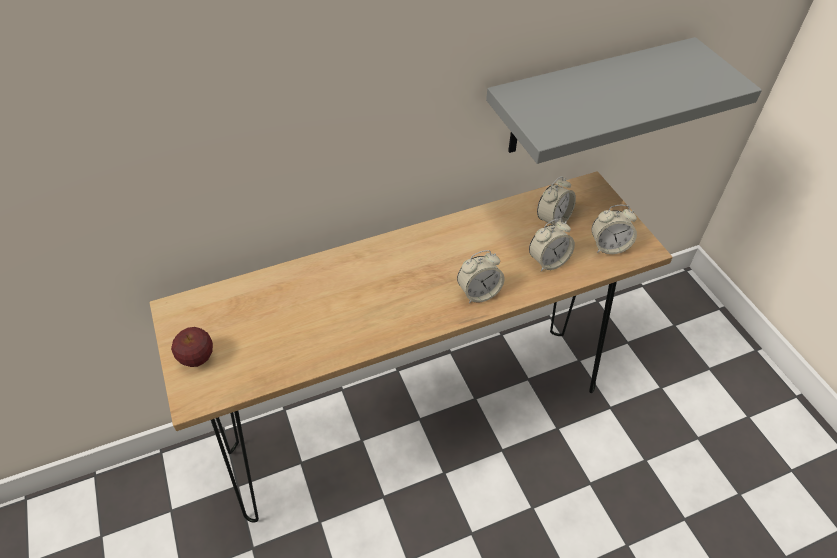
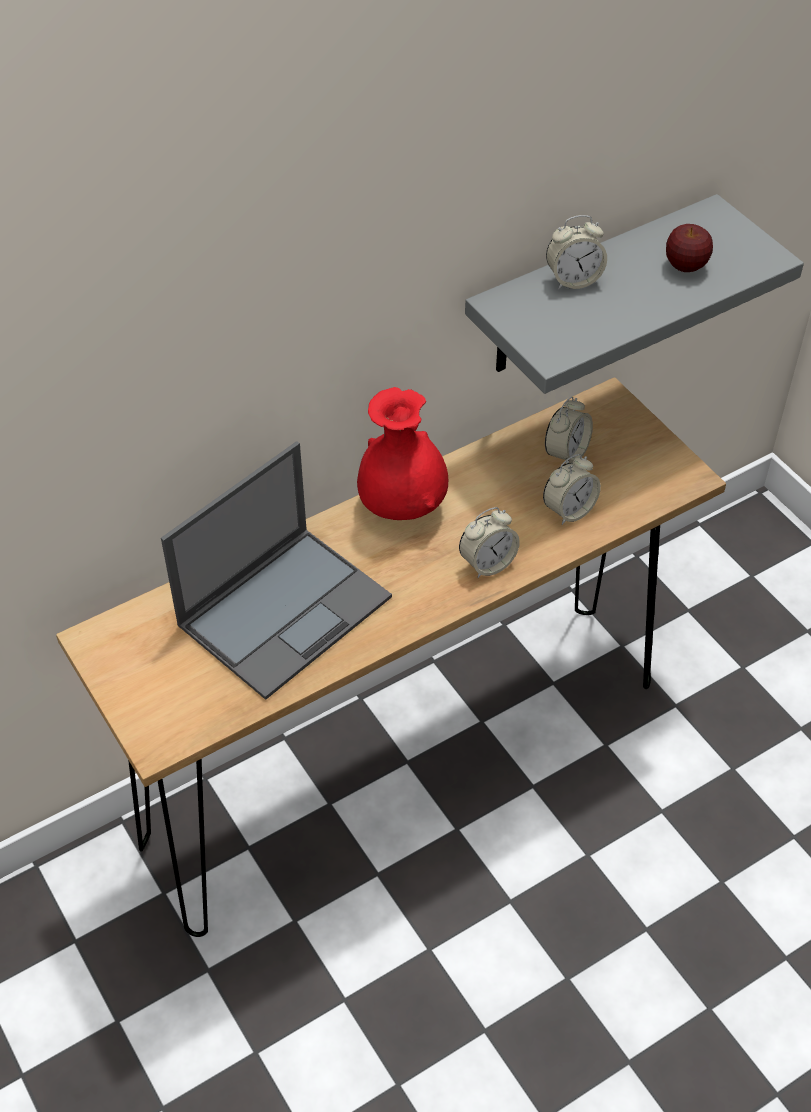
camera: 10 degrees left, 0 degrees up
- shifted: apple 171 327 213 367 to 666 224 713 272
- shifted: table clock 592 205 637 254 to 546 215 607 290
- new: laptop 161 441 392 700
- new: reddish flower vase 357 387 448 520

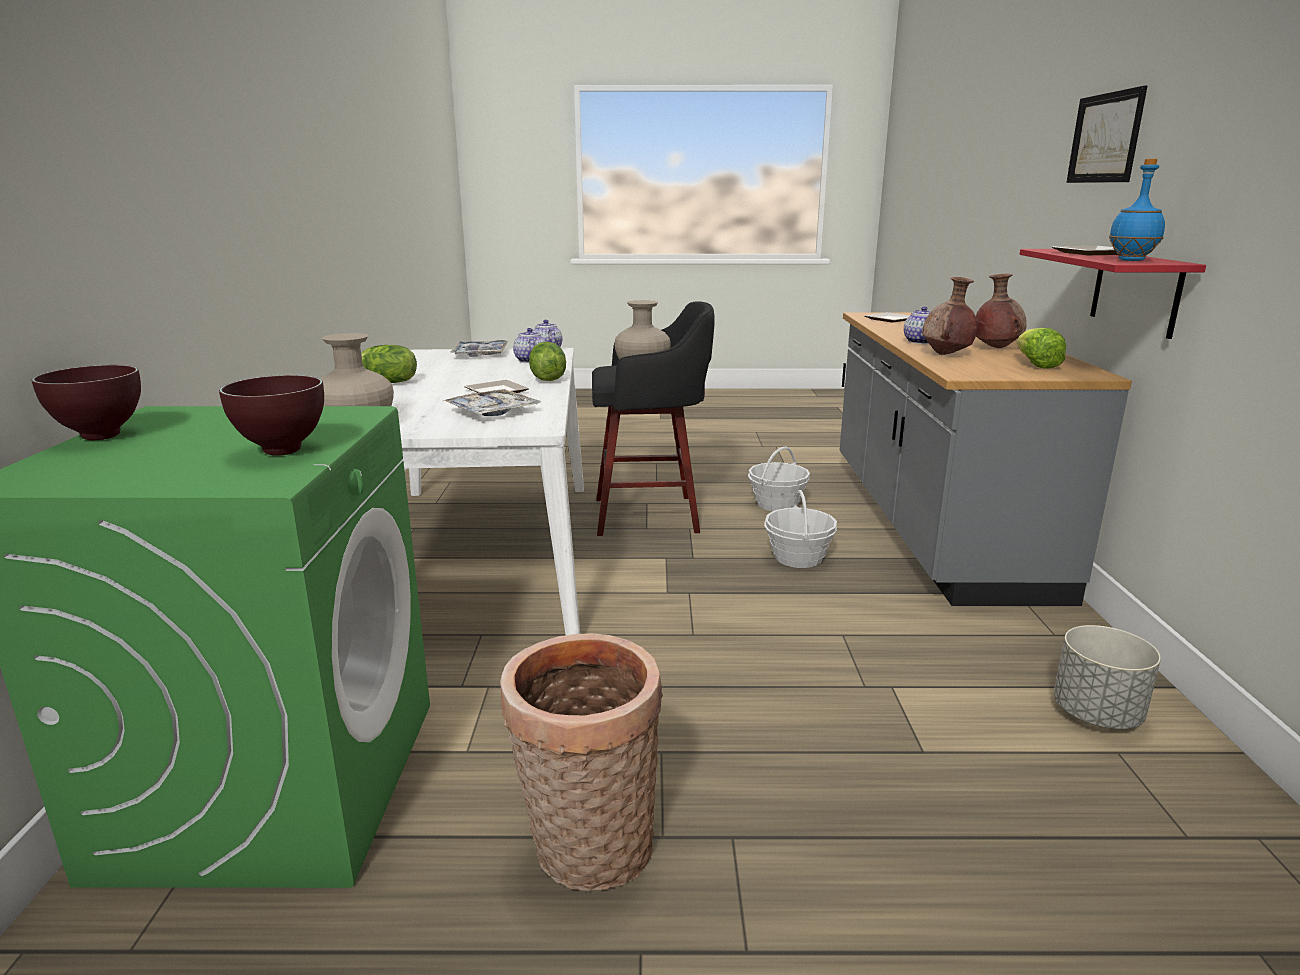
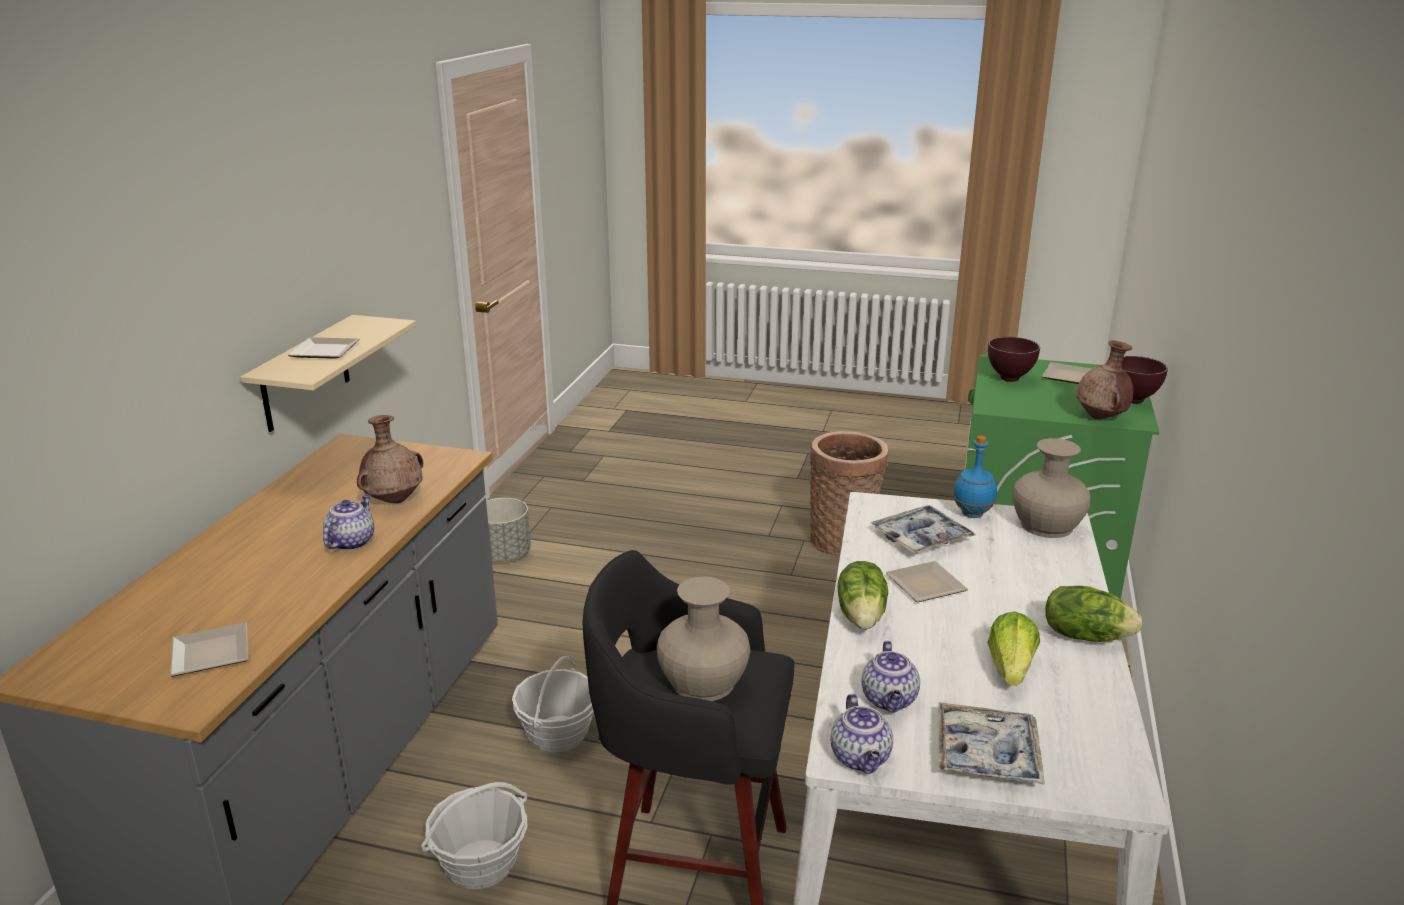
camera: 165 degrees left, 5 degrees up
- shifted: brownish flower vase 975 274 1027 348 to 1076 340 1133 419
- shifted: lettuce head 1017 328 1066 369 to 987 611 1040 686
- repainted: reddish bracket shelf 1020 249 1206 339 to sand-coloured bracket shelf 240 315 416 432
- gone: wall picture 1066 85 1148 183
- shifted: blue beverage bottle 1109 159 1165 261 to 953 435 997 518
- new: plate 1042 362 1092 384

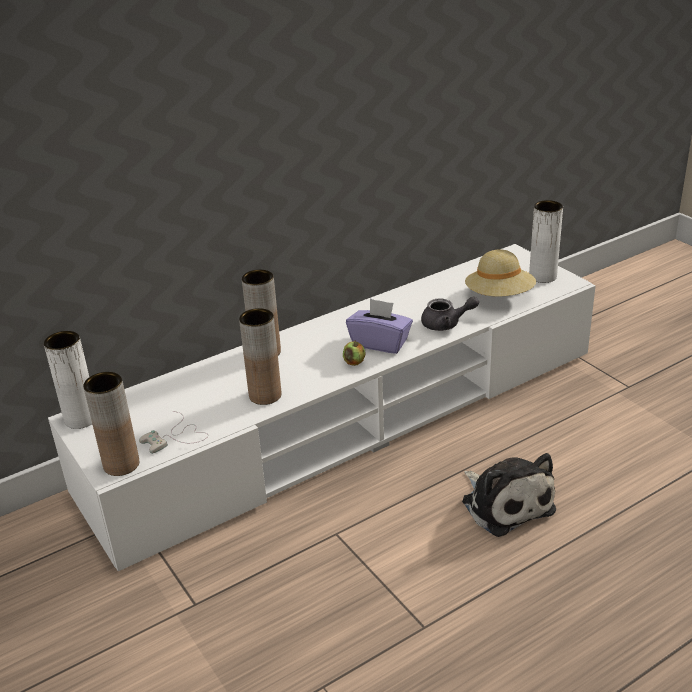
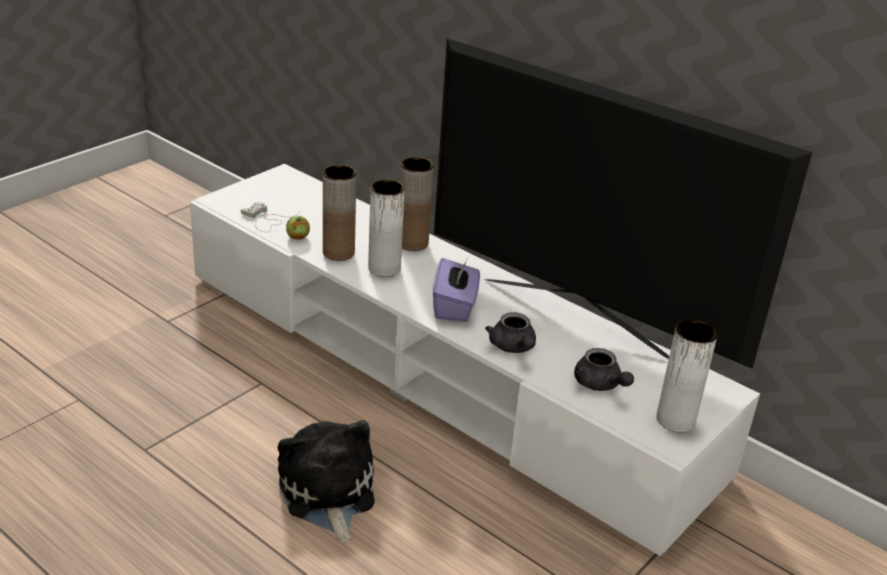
camera: 70 degrees right, 0 degrees up
- shifted: white-coloured flower vase 44 331 92 429 to 368 180 405 277
- gone: brownish flower vase 83 372 139 476
- shifted: apple 343 340 366 366 to 286 216 310 240
- rotated: cuddly toy 462 453 556 537 = 278 420 375 543 120 degrees clockwise
- swapped: sand-coloured clothing hat 465 249 536 297 to greyish pot for tea 574 348 634 391
- new: television 434 38 812 369

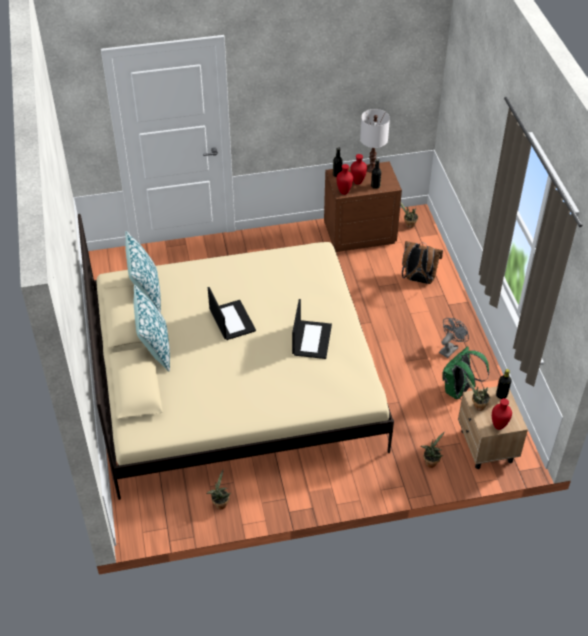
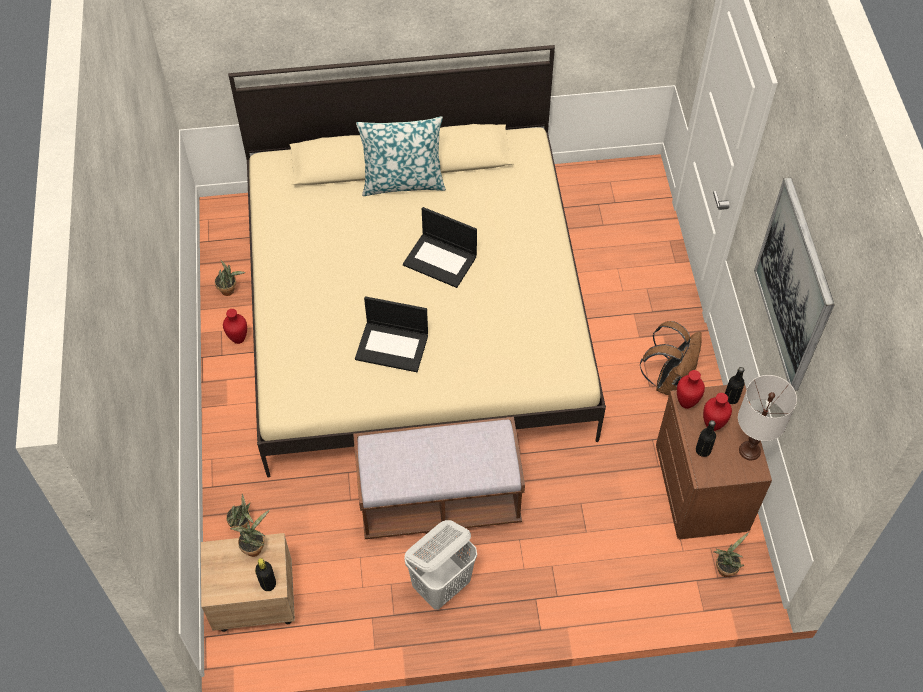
camera: 95 degrees right, 10 degrees up
- gone: cushion 125 231 161 313
- rotated: laptop 208 287 256 340 = 403 207 477 288 45 degrees clockwise
- shifted: brownish rucksack 402 241 443 284 to 640 321 702 395
- swapped: greyish fan 439 318 469 358 to white-coloured hamper 404 520 477 610
- gone: greenish rucksack 443 346 489 399
- shifted: reddish flower vase 492 398 512 430 to 223 309 247 344
- new: brownish bench 353 417 525 539
- new: wall picture 754 177 835 391

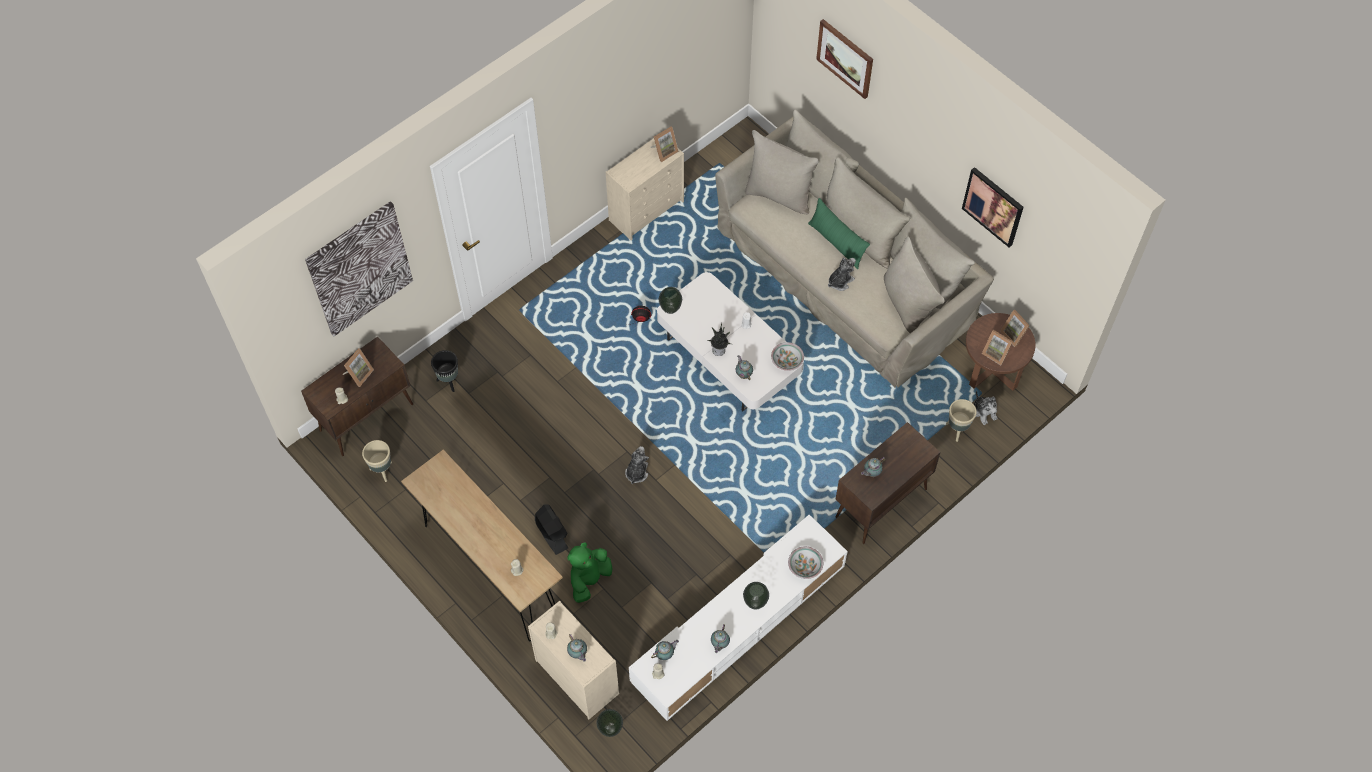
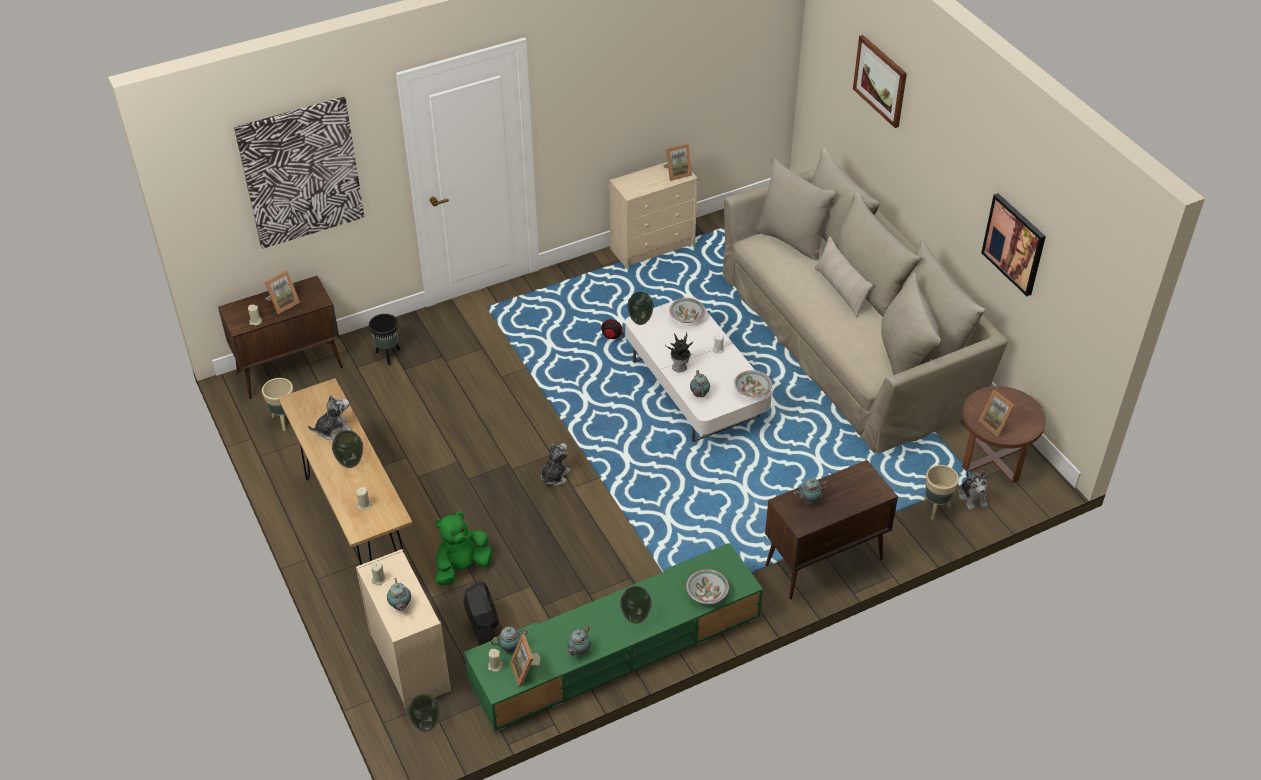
camera: 15 degrees right, 15 degrees down
- shifted: black-coloured fan 535 504 568 555 to 463 581 499 646
- repainted: white-coloured media console 629 515 848 721 to greenish media console 464 543 763 732
- repainted: greenish cushion 808 198 870 269 to sand-coloured cushion 815 236 873 317
- shifted: cuddly toy 828 258 856 291 to 308 394 352 440
- shifted: photo frame 1000 310 1030 347 to 510 634 541 687
- new: flower vase 332 430 363 468
- new: serving bowl 669 298 705 323

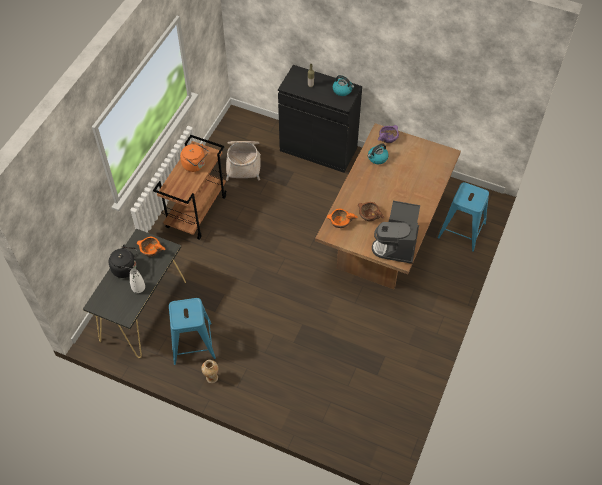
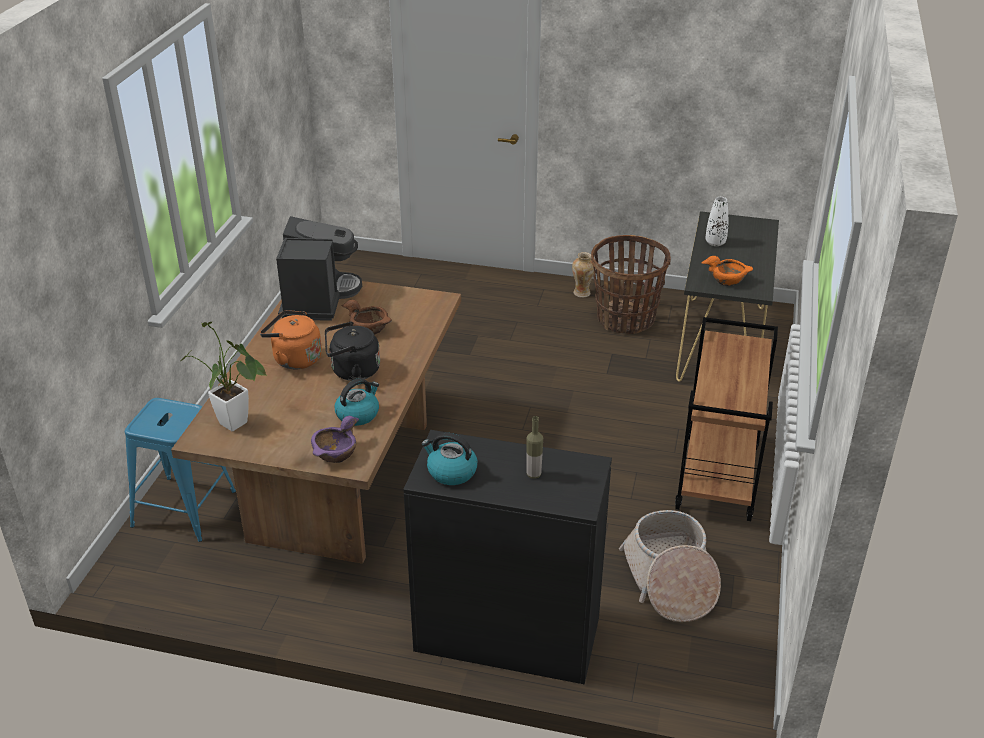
camera: 170 degrees right, 20 degrees down
- shifted: black-coloured water kettle 109 245 137 278 to 325 322 380 381
- swapped: blue sitting stool 169 298 216 365 to basket 591 235 671 334
- shifted: orange-coloured water kettle 180 144 209 172 to 260 310 322 369
- gone: orange-coloured serving bowl 327 209 358 228
- new: potted plant 181 322 267 431

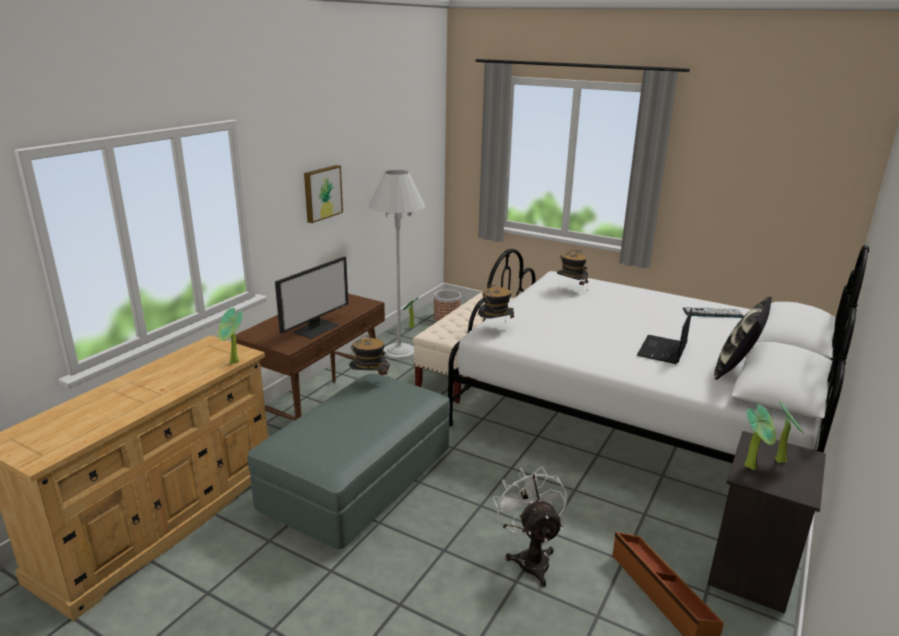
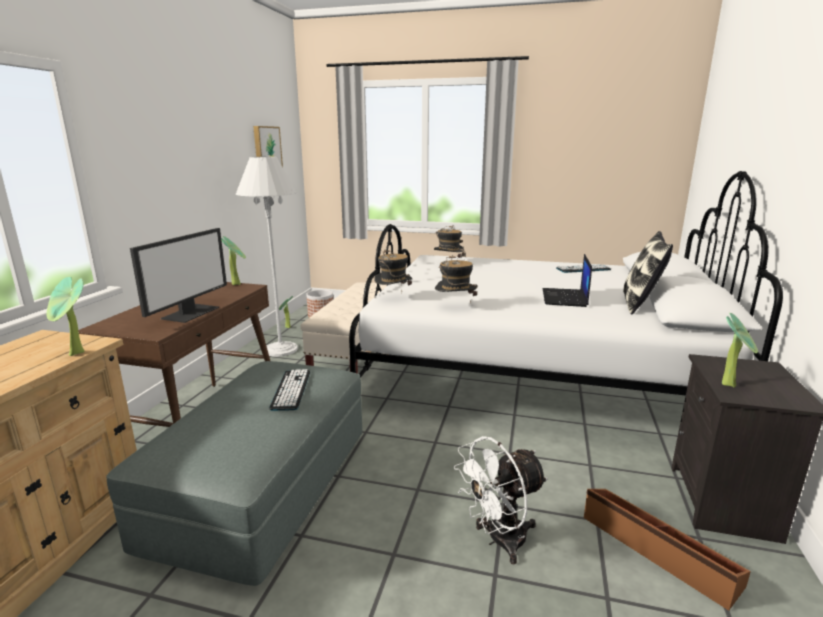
camera: 15 degrees left, 5 degrees down
- shifted: wall picture 304 165 343 223 to 253 126 283 167
- shifted: clothing hat 349 333 390 378 to 435 255 477 303
- rotated: white-coloured fan 493 466 567 587 = 454 436 548 565 90 degrees counterclockwise
- shifted: potted plant 775 401 803 463 to 221 236 246 285
- new: computer keyboard 269 369 310 411

